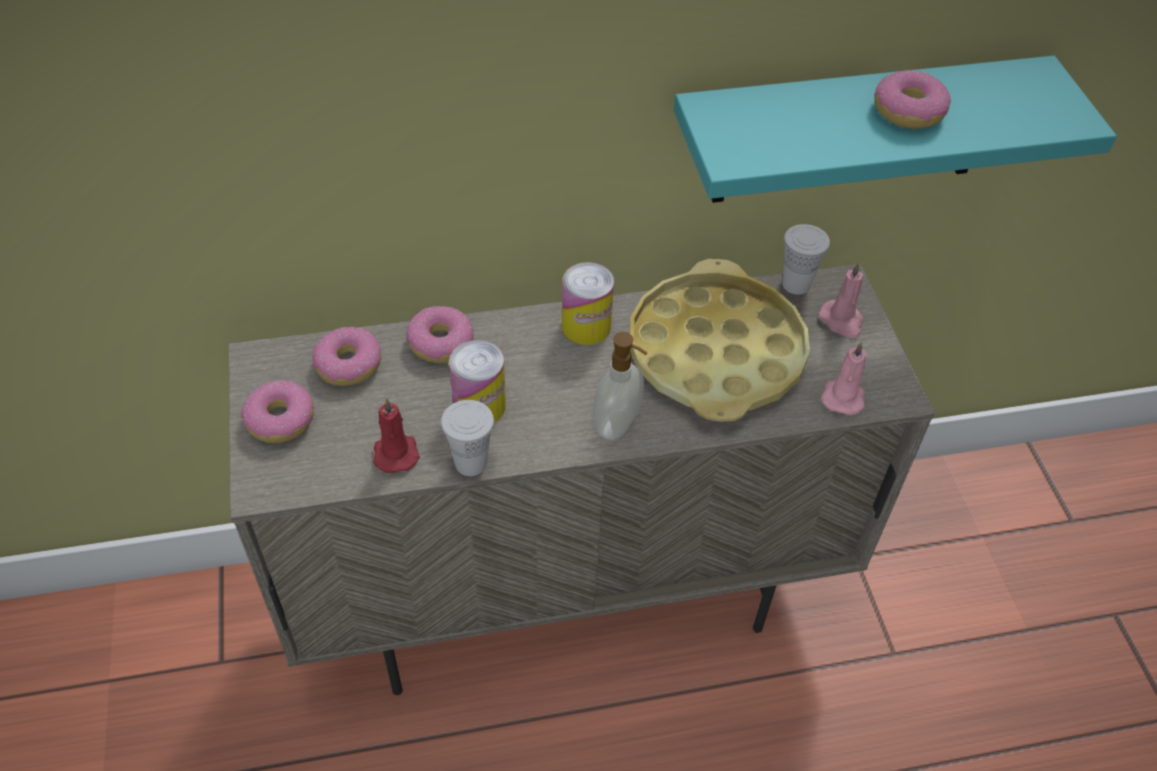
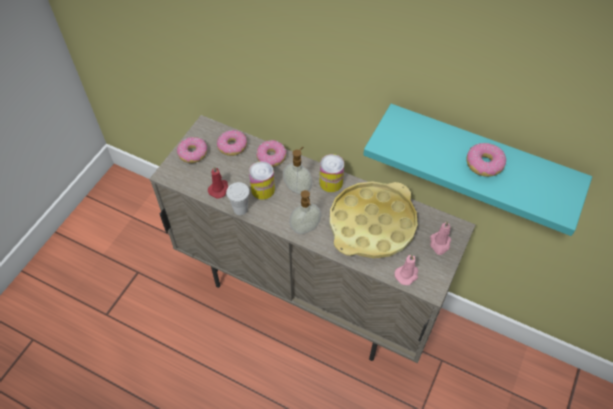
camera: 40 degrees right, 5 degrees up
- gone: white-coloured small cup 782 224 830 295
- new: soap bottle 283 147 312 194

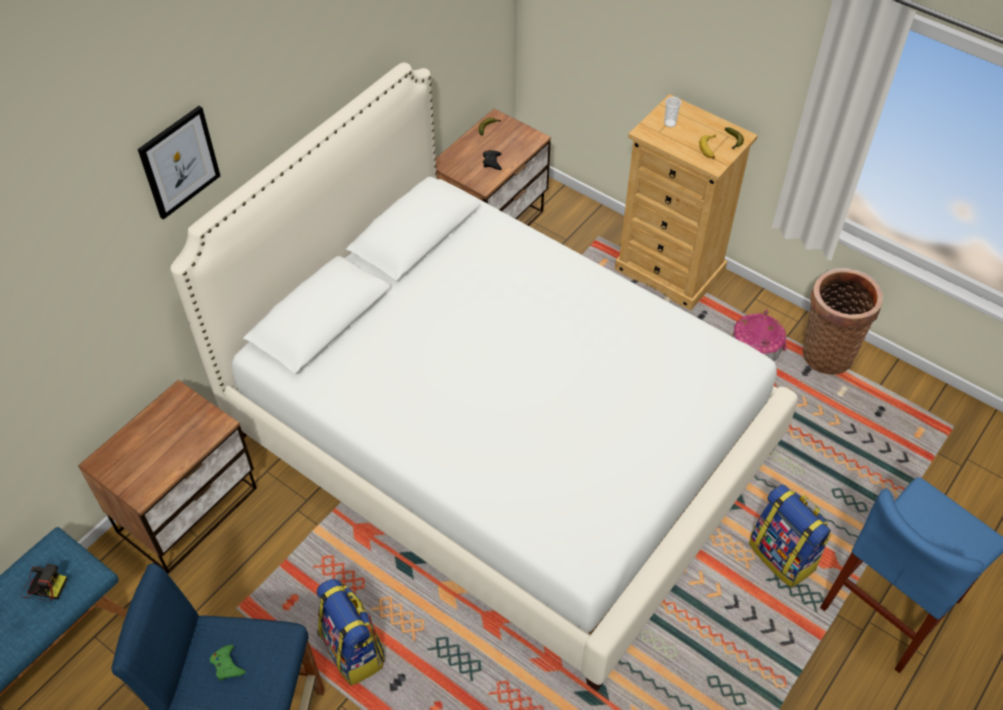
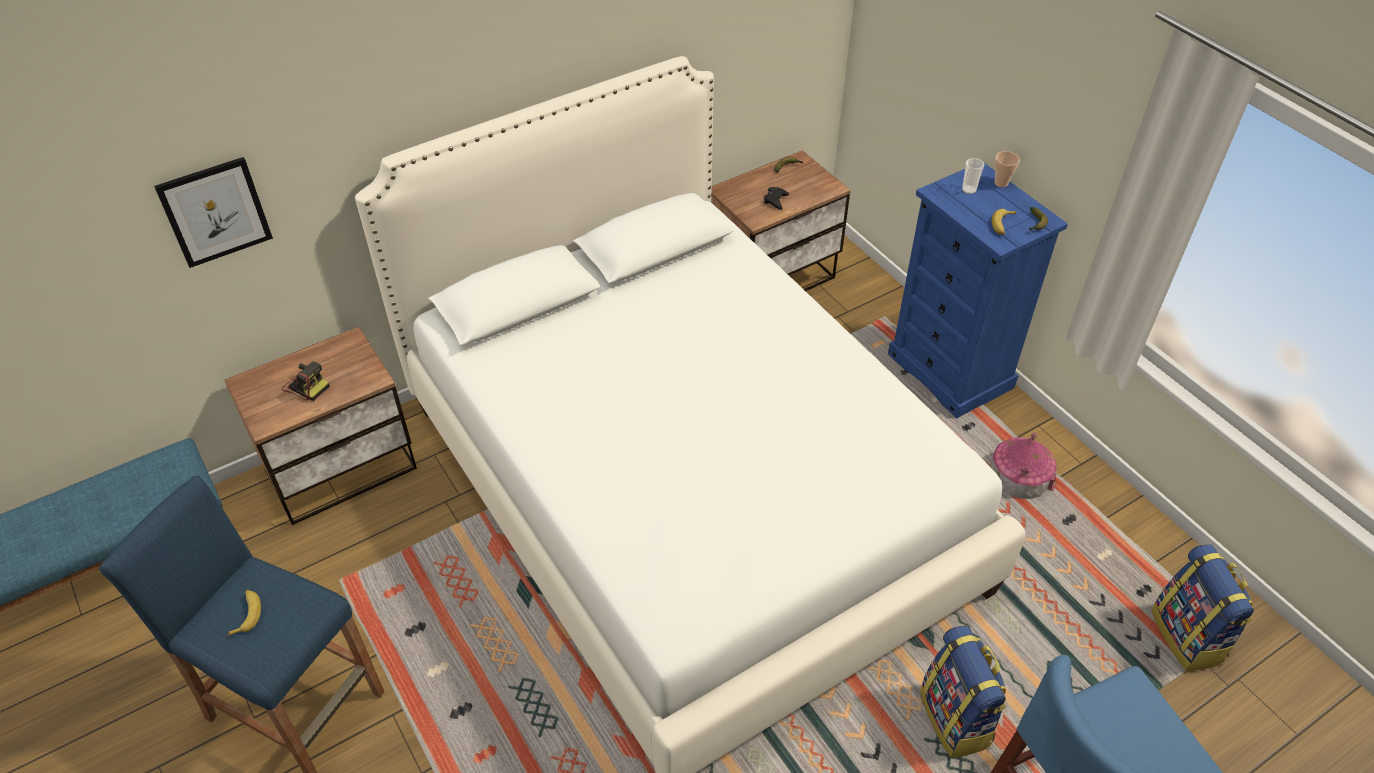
camera: 20 degrees right, 5 degrees down
- shifted: photo camera 21 564 68 601 to 282 361 330 401
- shifted: wall picture 138 106 220 220 to 154 157 273 268
- swapped: greenish game controller 210 645 246 681 to whole banana 228 590 261 636
- shifted: rucksack 317 579 385 686 to 1151 544 1254 671
- repainted: sand-coloured dresser 615 94 758 311 to blue dresser 888 163 1068 418
- gone: basket 803 268 883 375
- new: small cup 995 151 1020 187

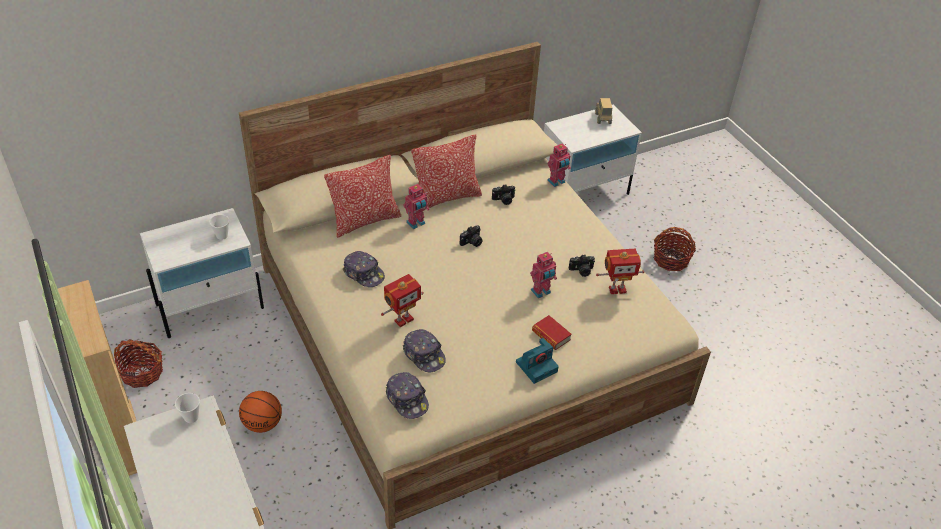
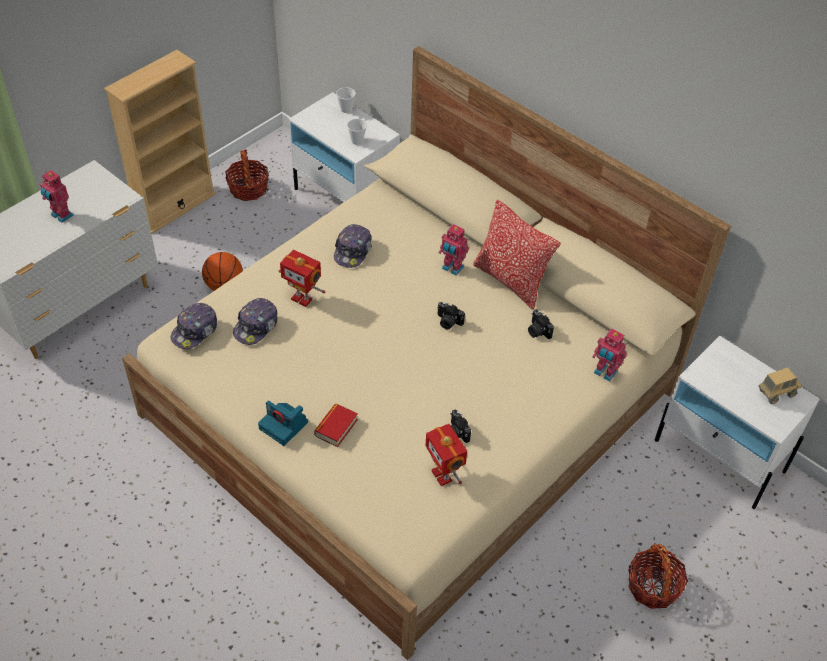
camera: 70 degrees right, 5 degrees up
- shifted: small cup 175 393 200 423 to 336 87 356 113
- gone: cushion 324 155 401 238
- shifted: model robot 530 252 557 298 to 40 170 73 223

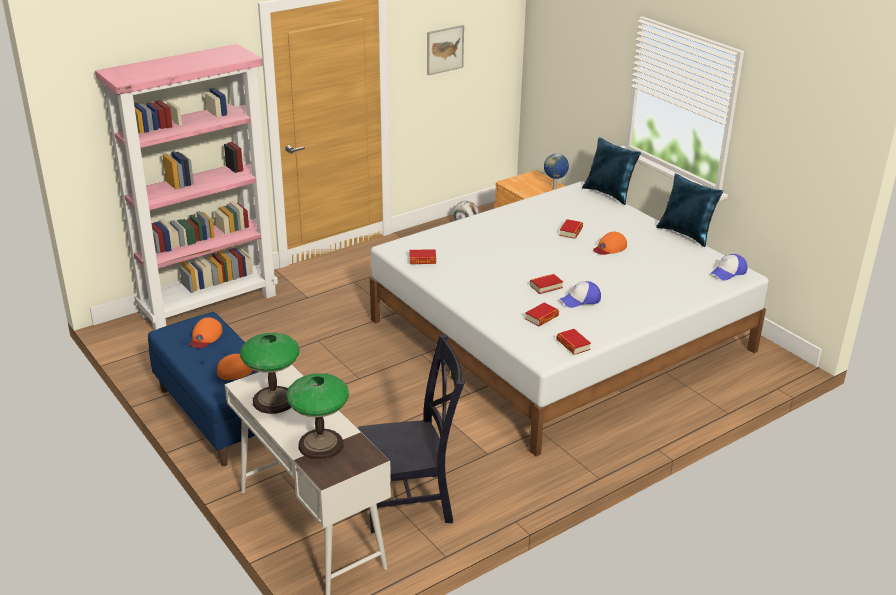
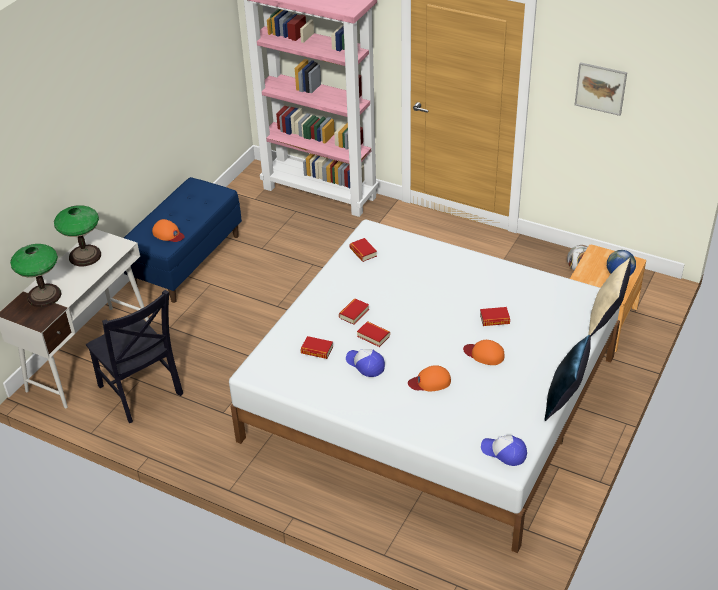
camera: 65 degrees right, 10 degrees up
- shifted: orange-coloured baseball cap 190 317 222 348 to 408 365 451 391
- shifted: volume 556 329 591 355 to 339 299 369 325
- repainted: blue cushion 582 137 641 205 to sand-coloured cushion 588 258 631 336

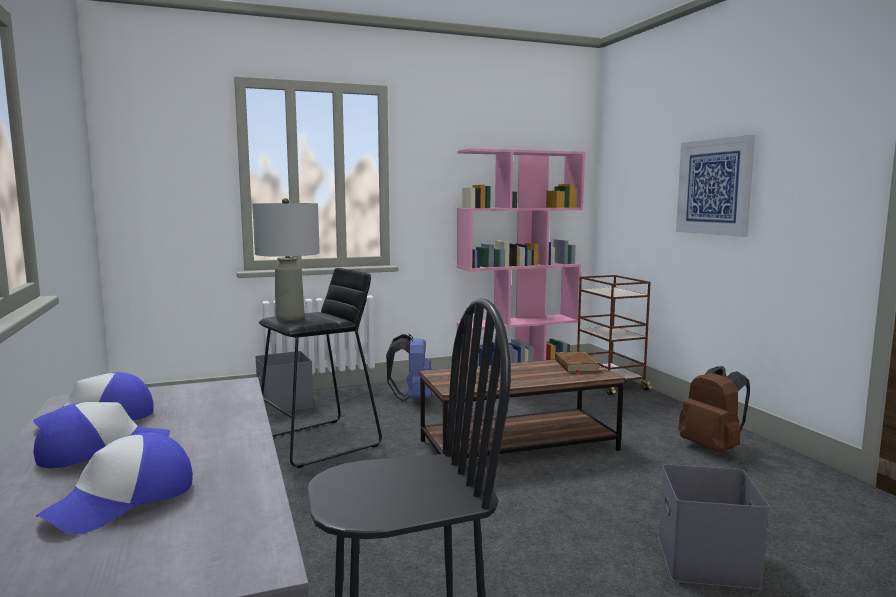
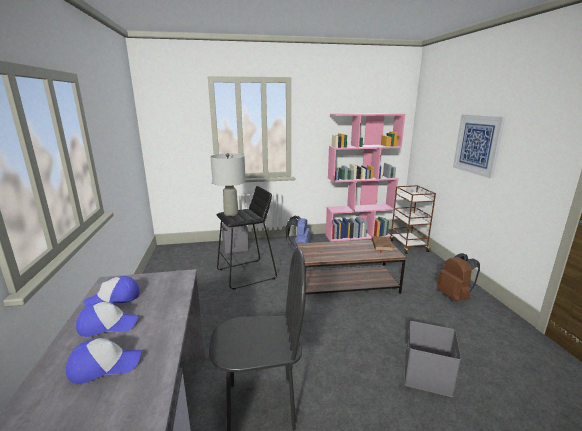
camera: 10 degrees right, 10 degrees up
- rotated: baseball cap 36 432 193 534 = 66 338 141 384 150 degrees counterclockwise

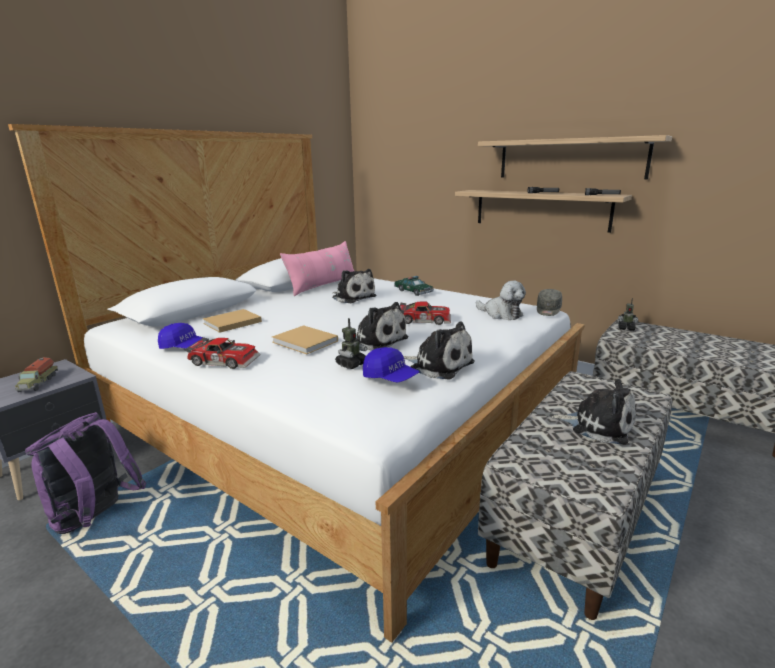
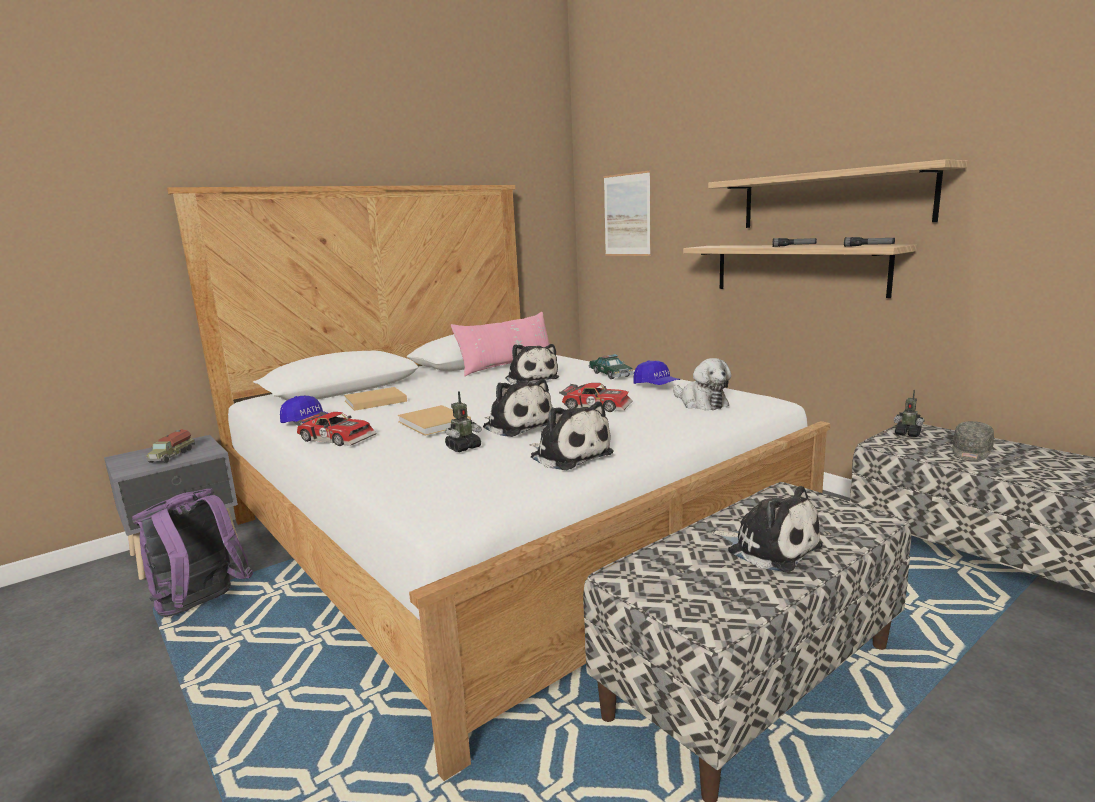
camera: 15 degrees right, 5 degrees down
- shifted: blue baseball cap 363 347 419 382 to 634 360 681 385
- shifted: greyish baseball cap 537 289 562 316 to 953 421 994 461
- new: wall picture 603 171 651 256

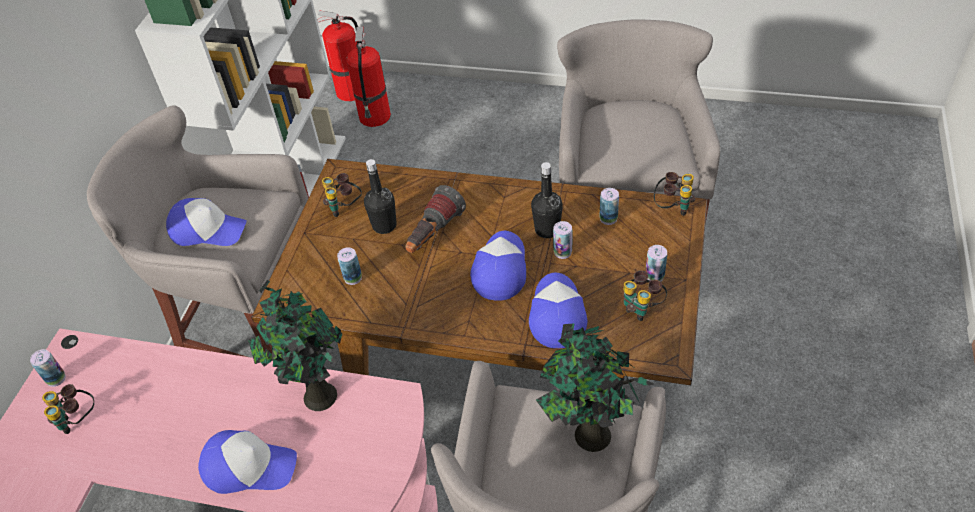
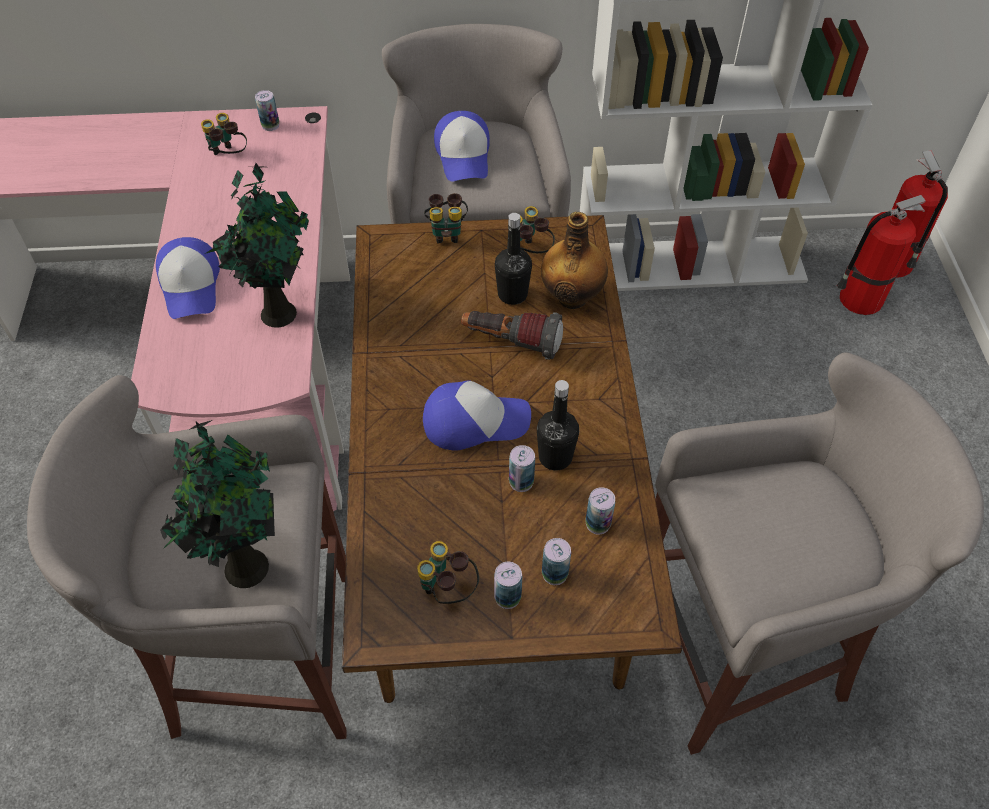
camera: 70 degrees right, 5 degrees up
- shifted: metal can 337 247 362 285 to 542 538 571 585
- gone: baseball cap 529 273 587 348
- shifted: binoculars 654 172 696 216 to 424 193 468 244
- new: beverage bottle 541 212 608 309

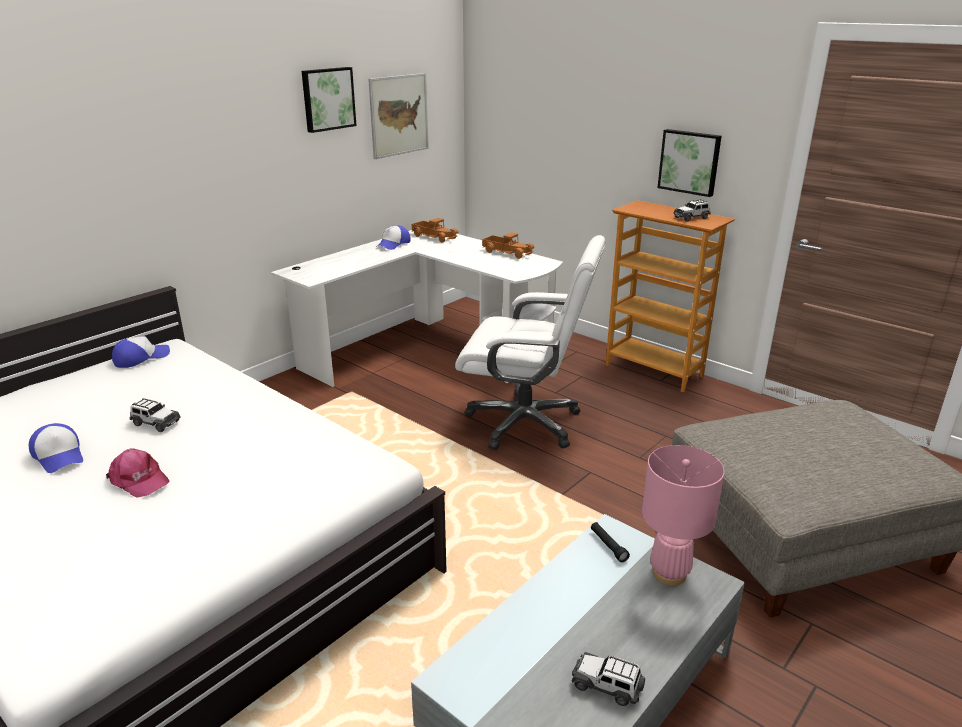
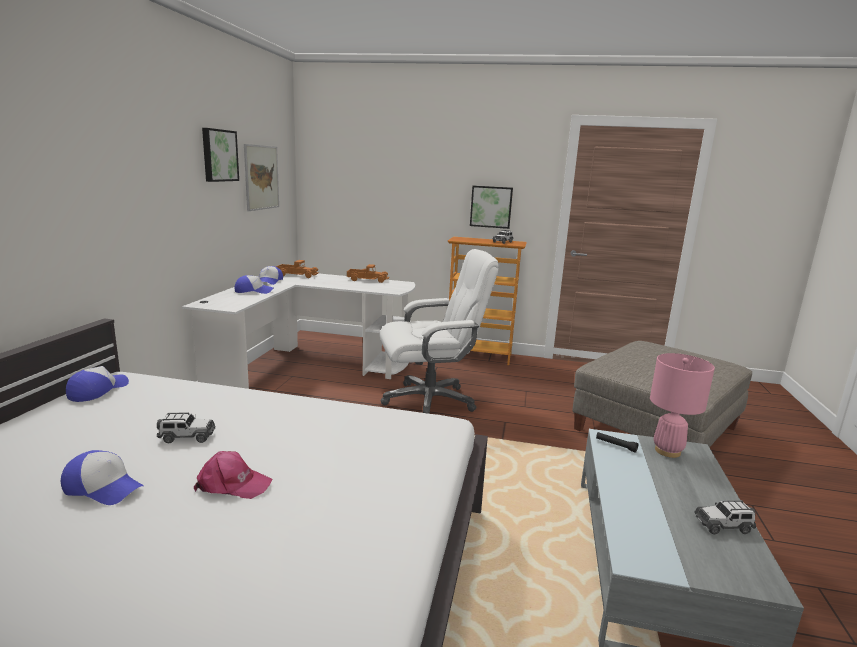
camera: 30 degrees left, 10 degrees down
- new: baseball cap 234 275 273 294

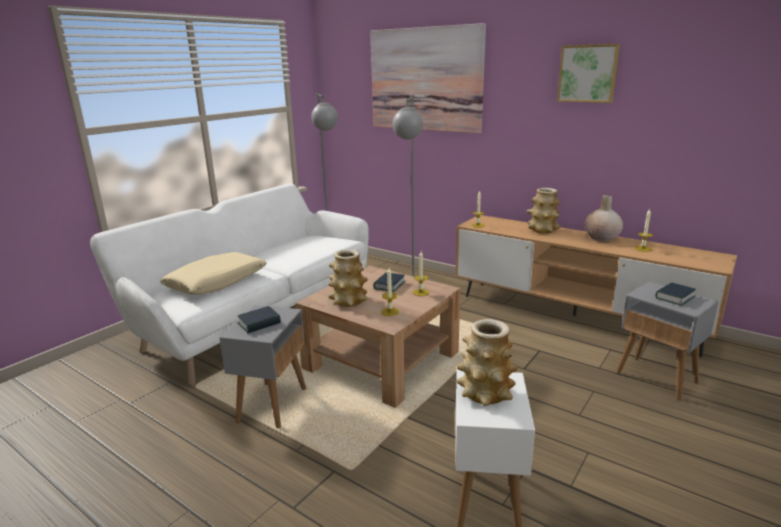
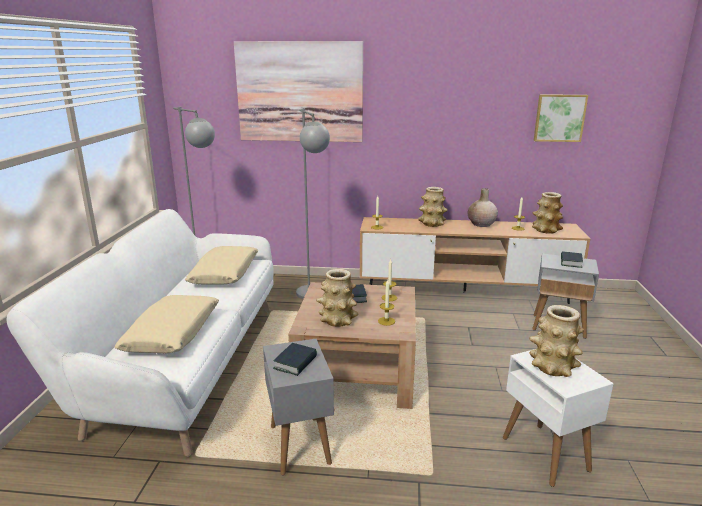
camera: 30 degrees left, 0 degrees up
- shifted: wall picture 557 44 620 103 to 534 94 588 142
- new: sand-coloured cushion 185 246 258 284
- new: flower vase 532 192 563 234

